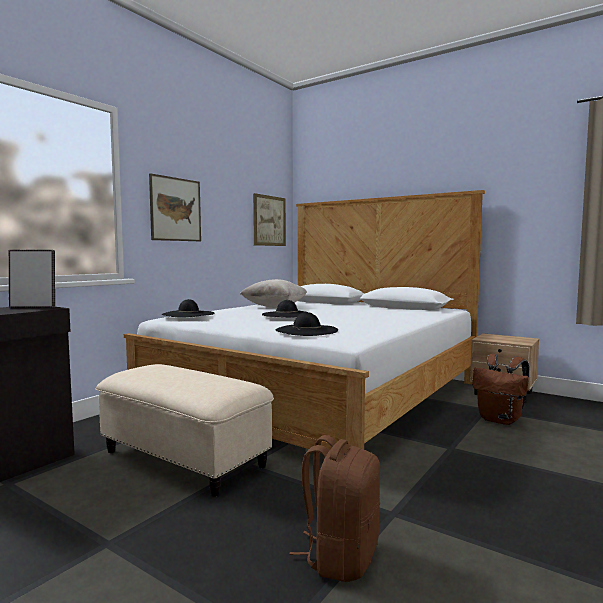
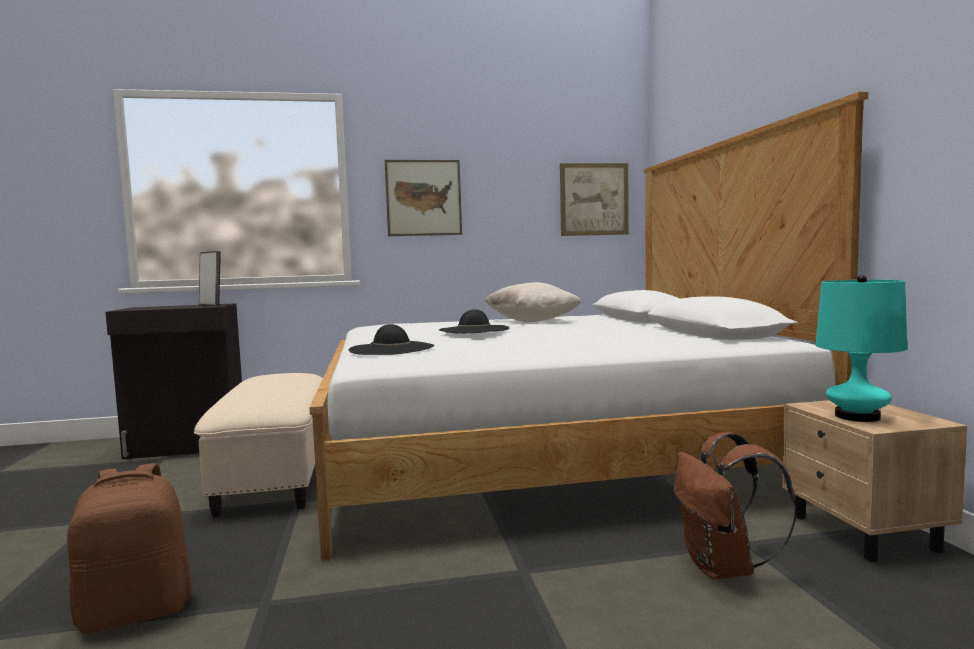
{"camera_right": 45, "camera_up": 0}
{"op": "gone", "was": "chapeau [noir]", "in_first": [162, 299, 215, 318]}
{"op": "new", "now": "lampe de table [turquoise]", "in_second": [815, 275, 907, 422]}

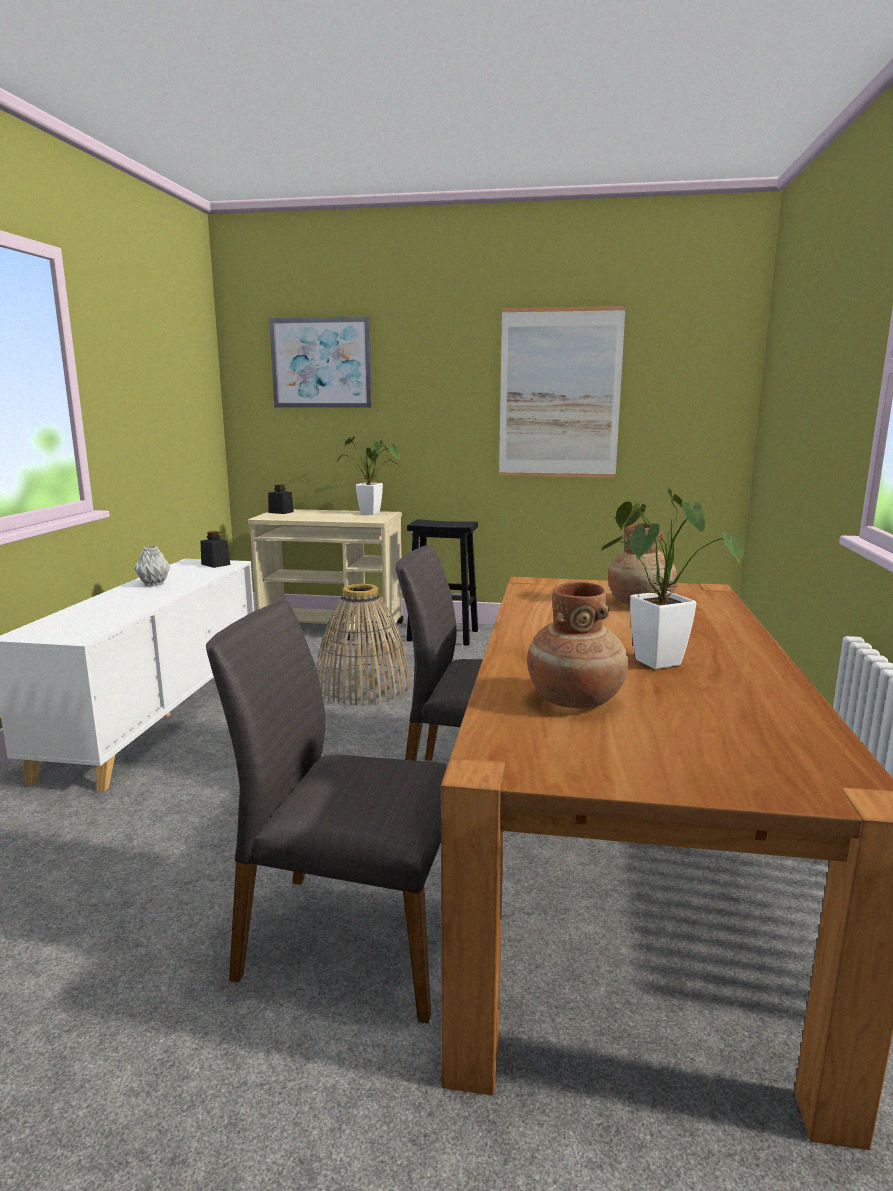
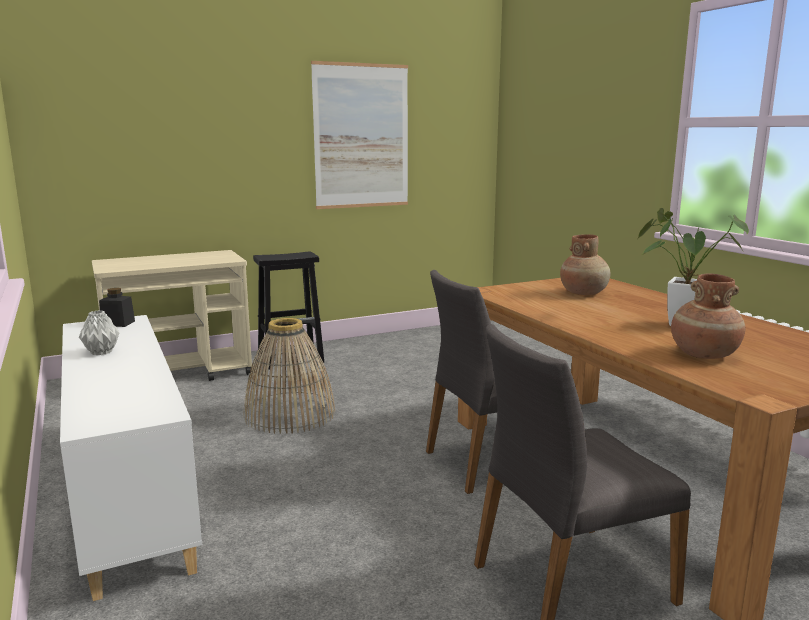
{"camera_right": -35, "camera_up": 0}
{"op": "gone", "was": "bocal [noir]", "in_first": [268, 484, 294, 514]}
{"op": "gone", "was": "tableau", "in_first": [269, 316, 372, 408]}
{"op": "gone", "was": "plante en pot", "in_first": [337, 437, 400, 515]}

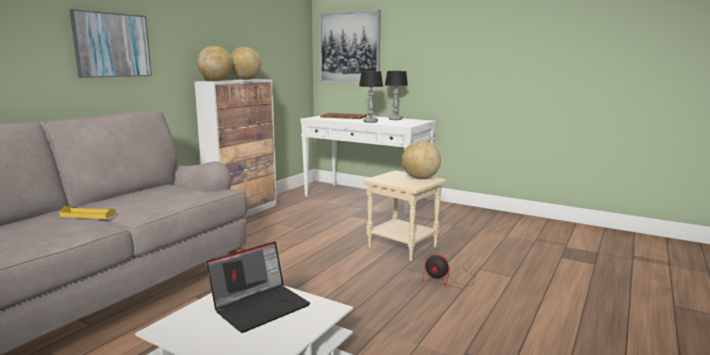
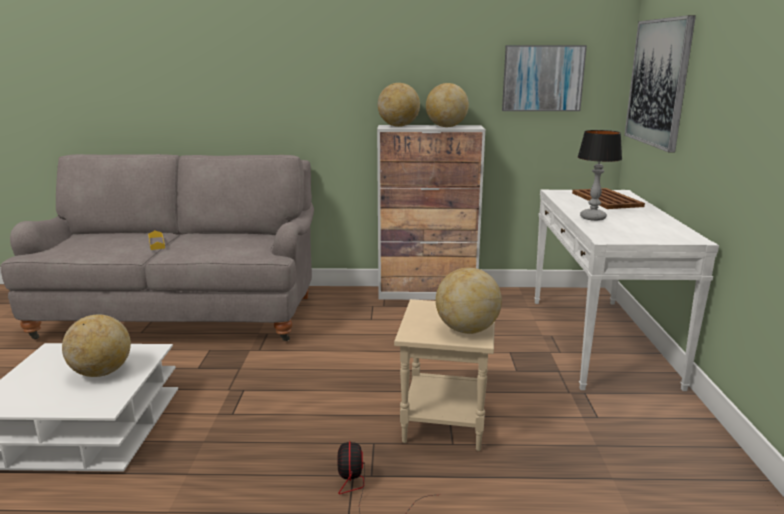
{"camera_right": 60, "camera_up": 5}
{"op": "shifted", "was": "tableau", "in_first": [69, 9, 152, 78], "in_second": [502, 45, 587, 111]}
{"op": "swapped", "was": "ordinateur portable", "now": "globe", "in_first": [206, 242, 310, 333], "in_second": [62, 314, 131, 377]}
{"op": "gone", "was": "lampe de table", "in_first": [385, 71, 408, 120]}

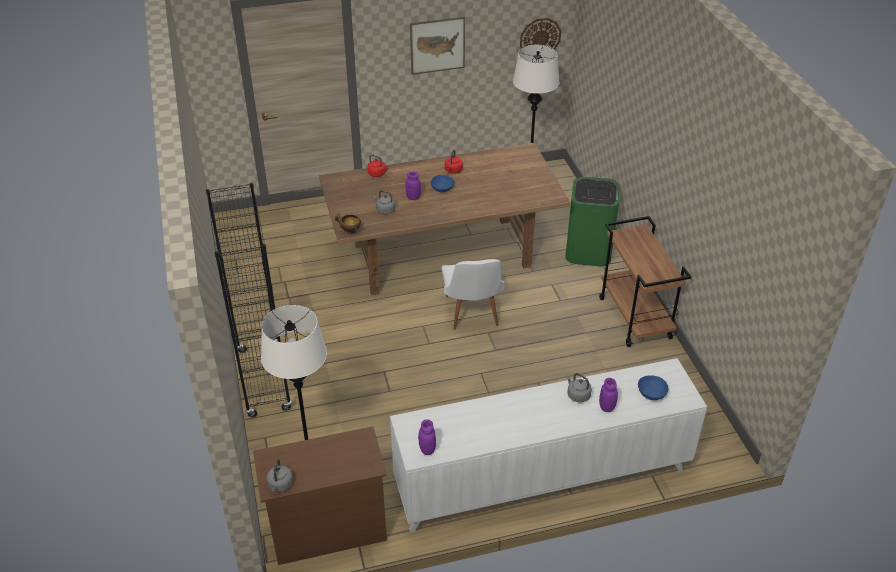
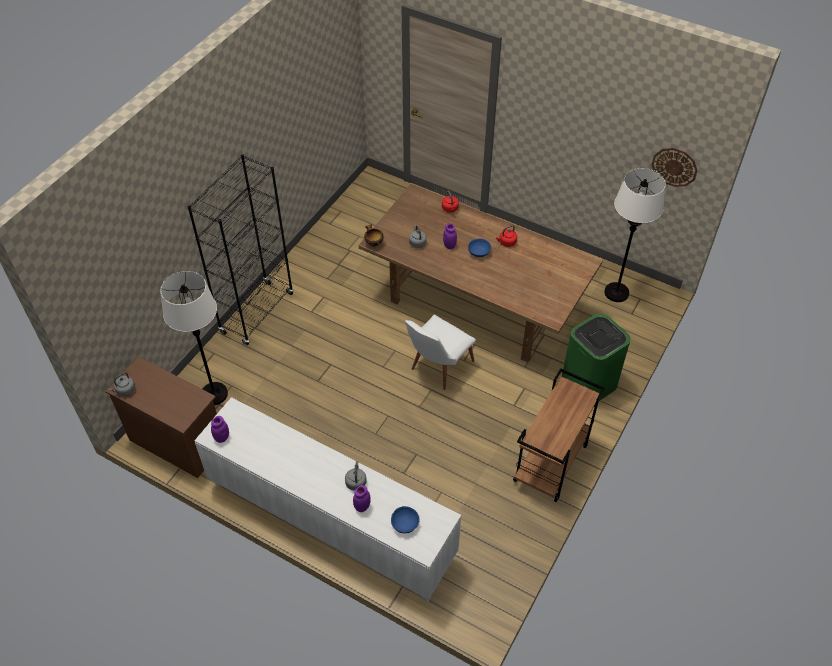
{"camera_right": 45, "camera_up": 10}
{"op": "gone", "was": "tableau", "in_first": [410, 17, 465, 75]}

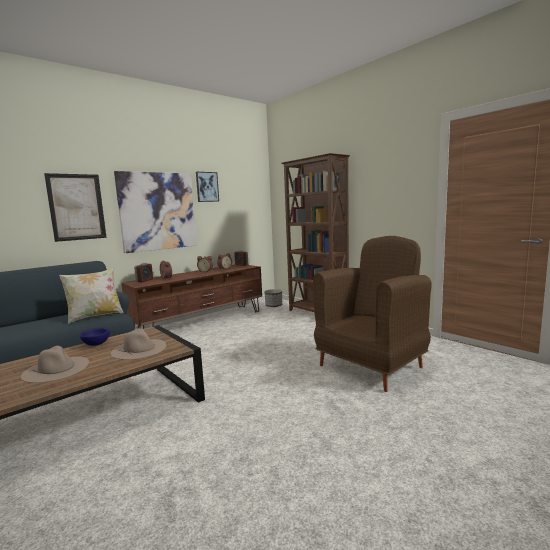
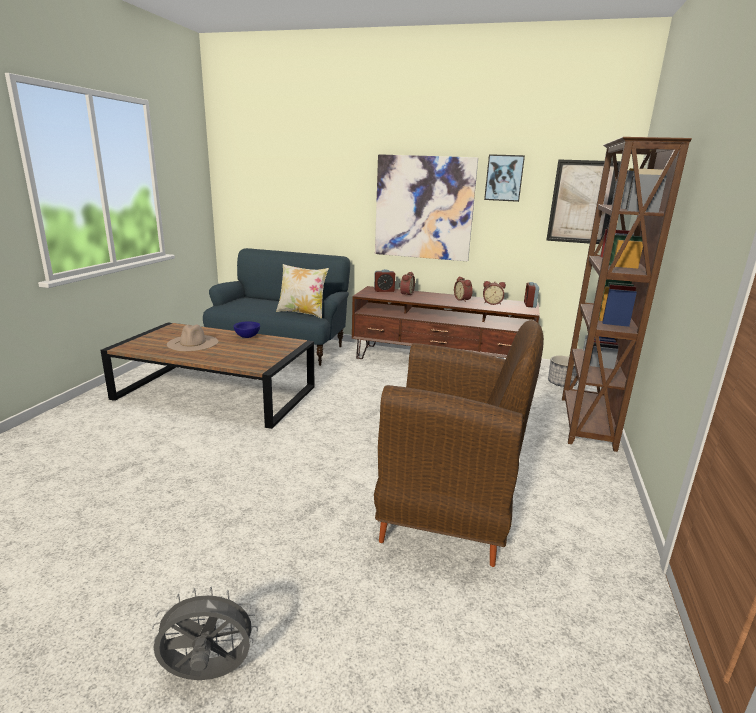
{"camera_right": 55, "camera_up": 10}
{"op": "shifted", "was": "tableau", "in_first": [44, 173, 107, 242], "in_second": [546, 159, 621, 244]}
{"op": "gone", "was": "chapeau [beige]", "in_first": [111, 328, 166, 360]}
{"op": "new", "now": "ventilateur [gris]", "in_second": [152, 587, 258, 680]}

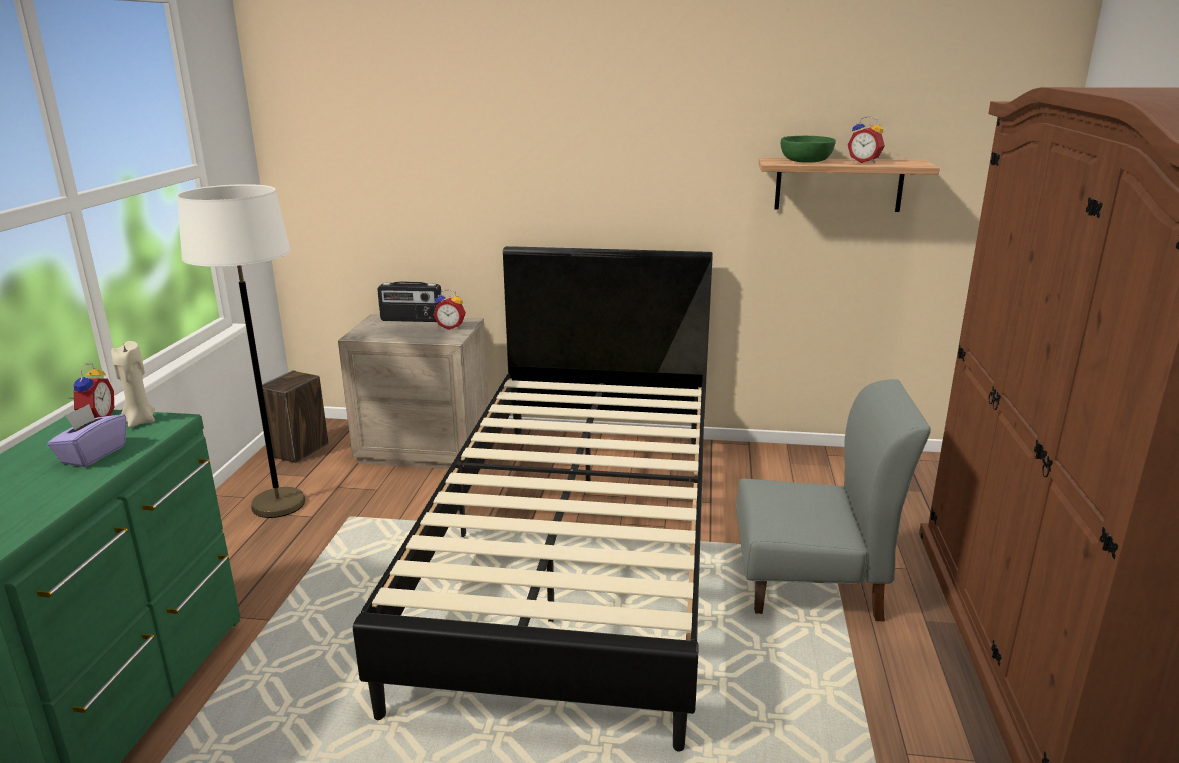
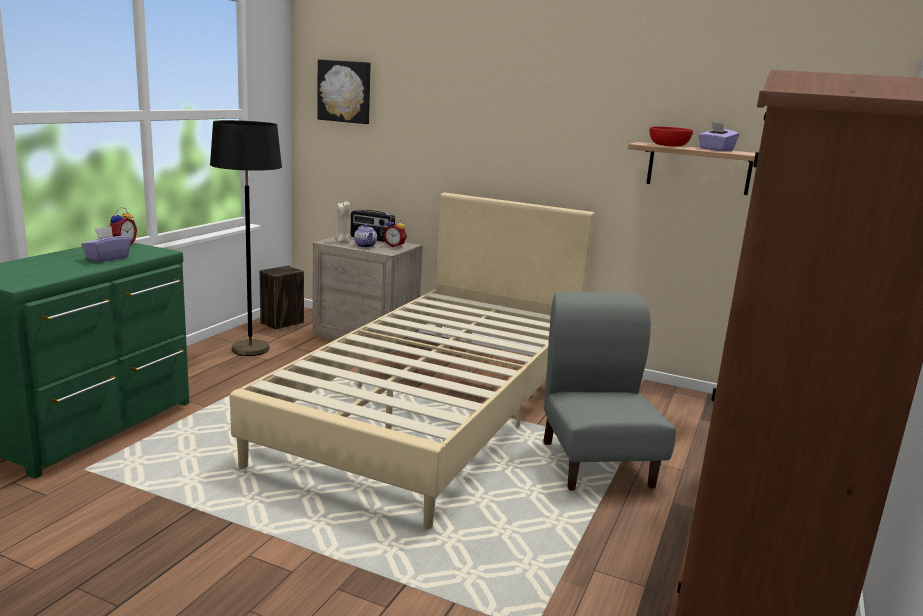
{"camera_right": 15, "camera_up": -5}
{"op": "shifted", "was": "bougie [beige]", "in_first": [111, 341, 155, 428], "in_second": [335, 201, 350, 243]}
{"op": "repainted", "was": "lampadaire [blanc]", "now": "lampadaire [noir]", "in_first": [177, 184, 305, 518], "in_second": [210, 120, 282, 356]}
{"op": "repainted", "was": "lit [noir]", "now": "lit [beige]", "in_first": [353, 246, 713, 752], "in_second": [230, 192, 594, 529]}
{"op": "rotated", "was": "chaise [gris]", "in_first": [736, 379, 931, 621], "in_second": [543, 292, 676, 490], "clockwise": -120}
{"op": "repainted", "was": "bol [vert]", "now": "bol [rouge]", "in_first": [781, 136, 836, 163], "in_second": [650, 126, 693, 146]}
{"op": "swapped", "was": "réveil", "now": "boîte à mouchoirs [violet]", "in_first": [848, 116, 885, 163], "in_second": [698, 122, 739, 151]}
{"op": "new", "now": "tableau", "in_second": [317, 59, 371, 124]}
{"op": "new", "now": "théière", "in_second": [354, 224, 377, 248]}

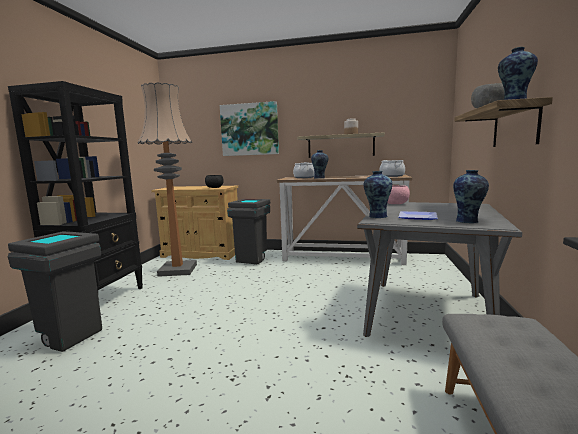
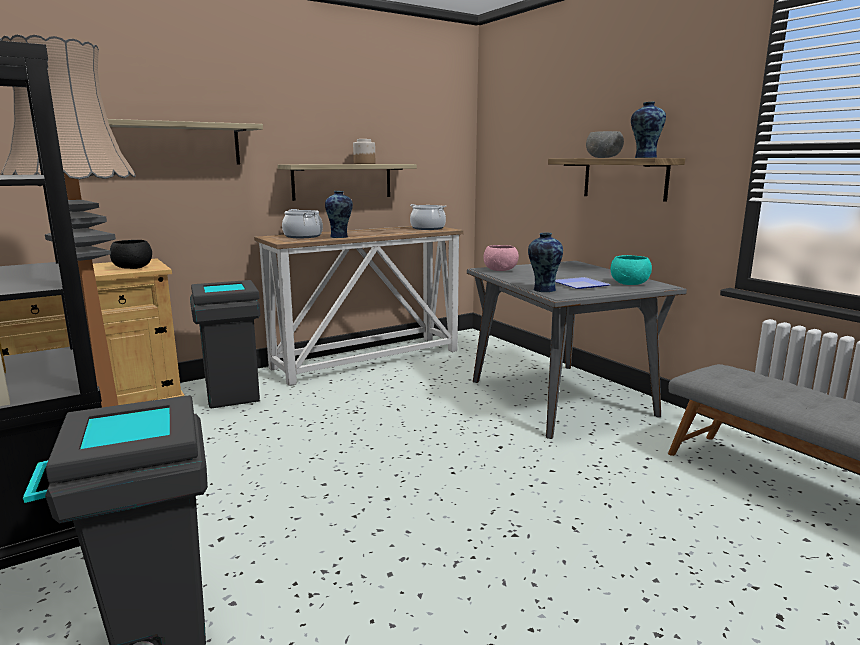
{"camera_right": -45, "camera_up": 5}
{"op": "swapped", "was": "tableau", "now": "étagère", "in_first": [220, 101, 279, 156], "in_second": [108, 119, 263, 164]}
{"op": "swapped", "was": "vase", "now": "bol [turquoise]", "in_first": [453, 170, 489, 223], "in_second": [611, 255, 652, 285]}

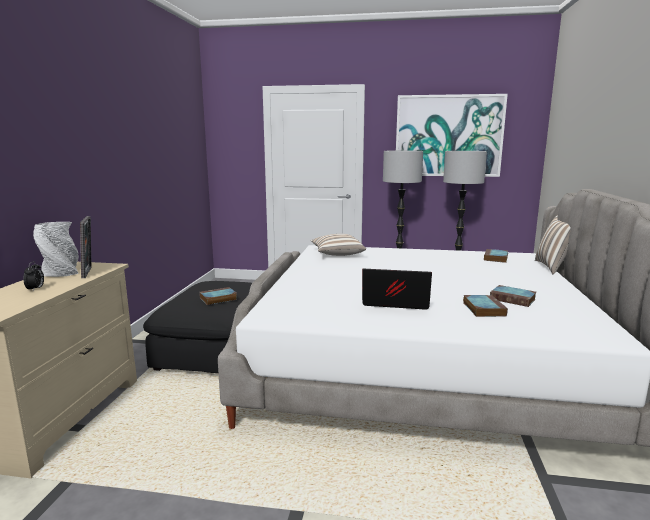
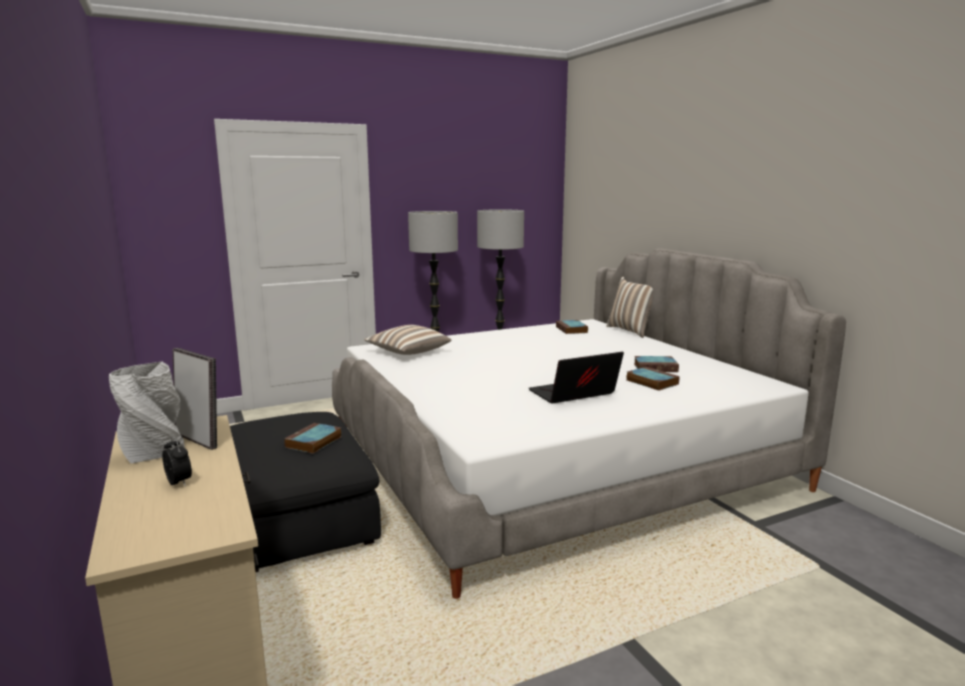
{"camera_right": -35, "camera_up": 0}
{"op": "gone", "was": "tableau", "in_first": [396, 94, 508, 177]}

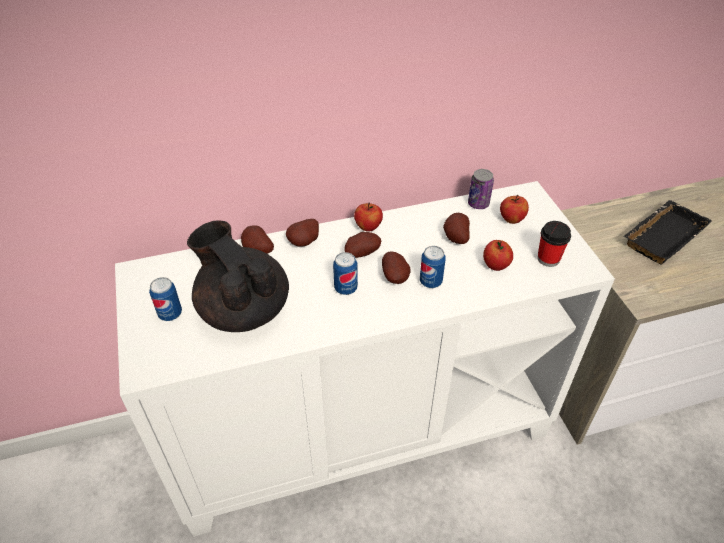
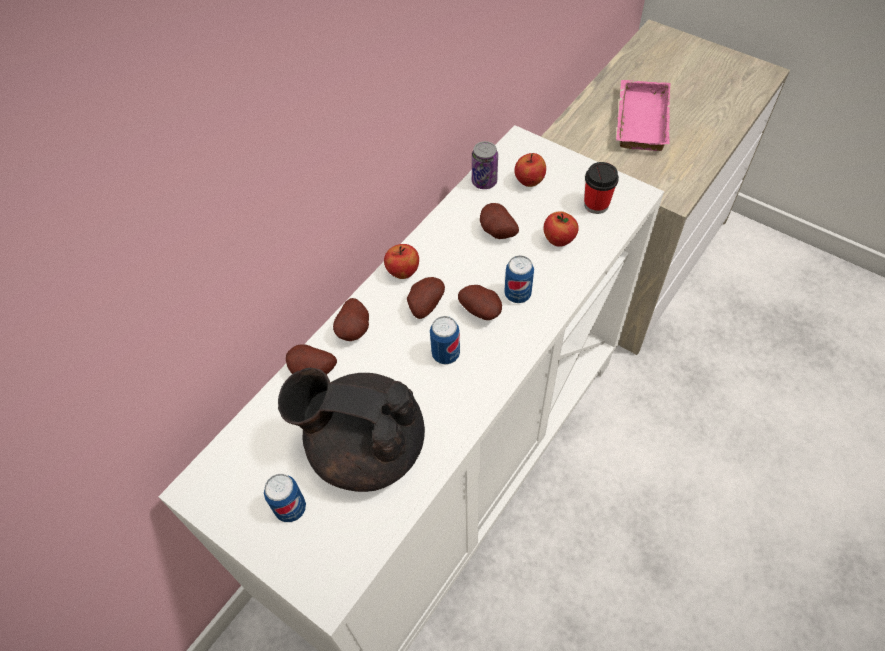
{"camera_right": -35, "camera_up": 10}
{"op": "repainted", "was": "plateau [noir]", "now": "plateau [rose]", "in_first": [624, 200, 712, 265], "in_second": [616, 80, 671, 151]}

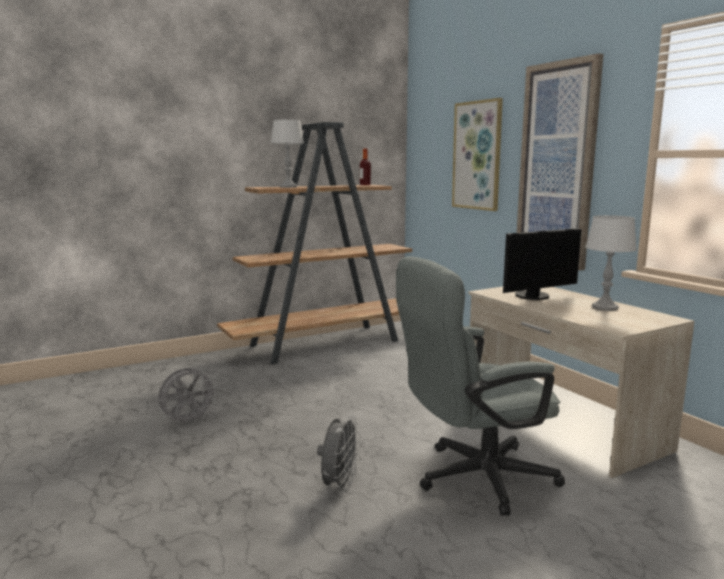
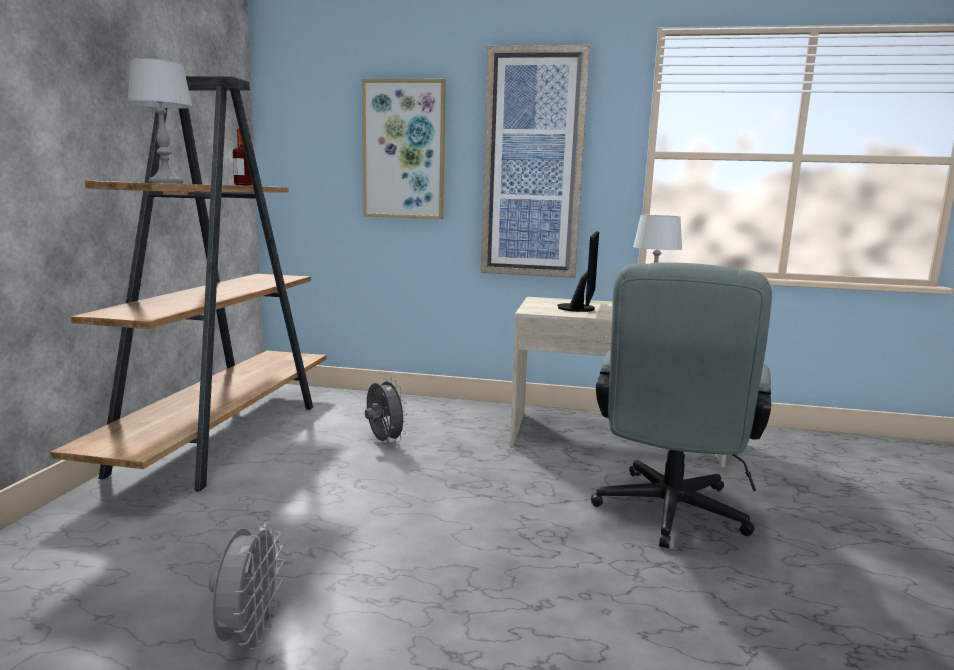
{"camera_right": -50, "camera_up": 0}
{"op": "shifted", "was": "ventilateur [gris]", "in_first": [317, 416, 360, 493], "in_second": [365, 377, 408, 443]}

